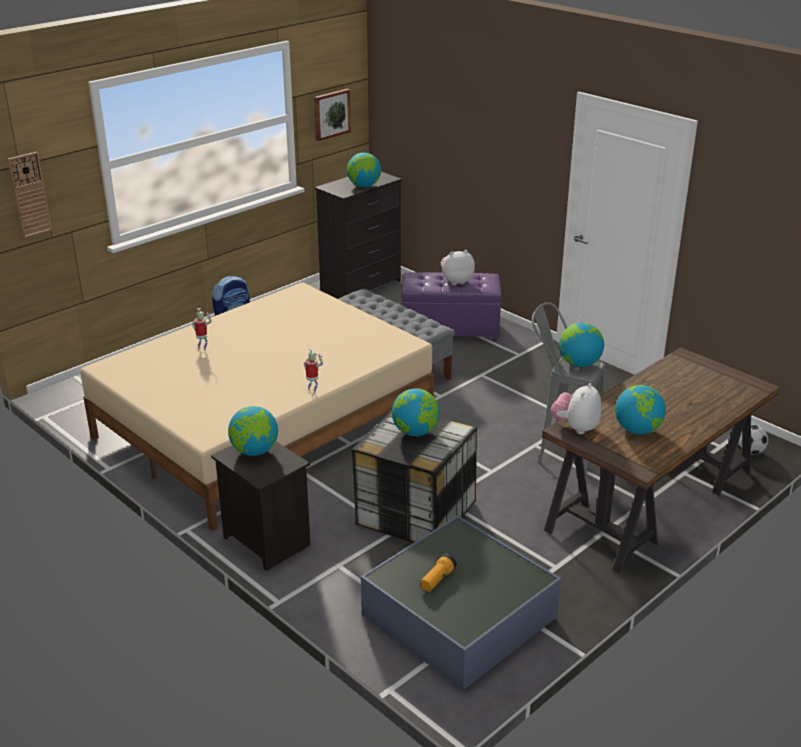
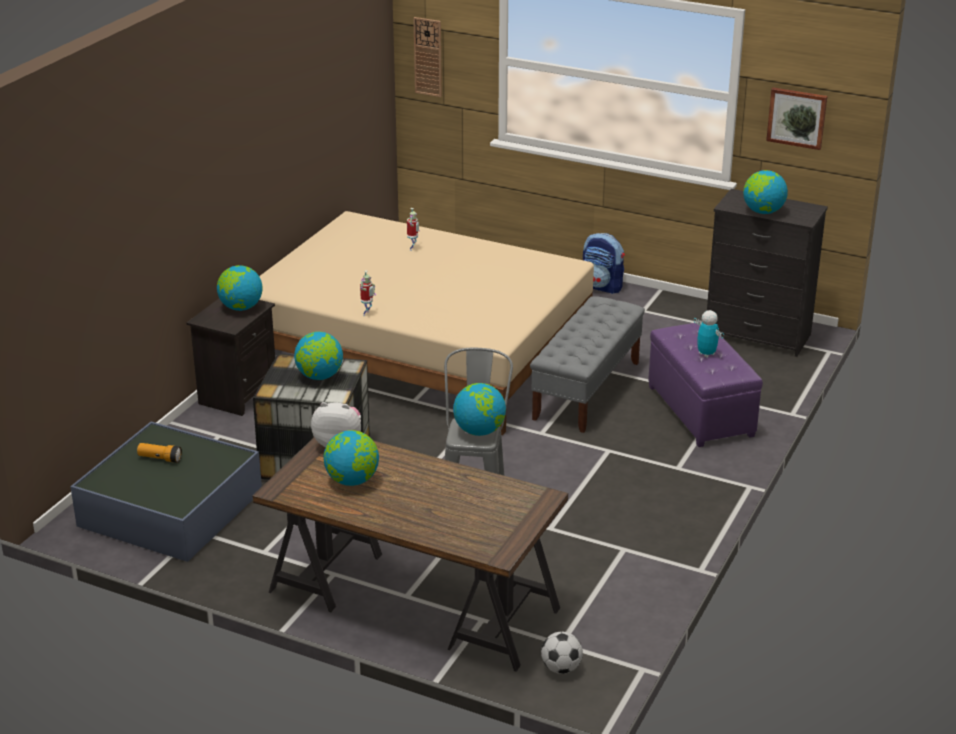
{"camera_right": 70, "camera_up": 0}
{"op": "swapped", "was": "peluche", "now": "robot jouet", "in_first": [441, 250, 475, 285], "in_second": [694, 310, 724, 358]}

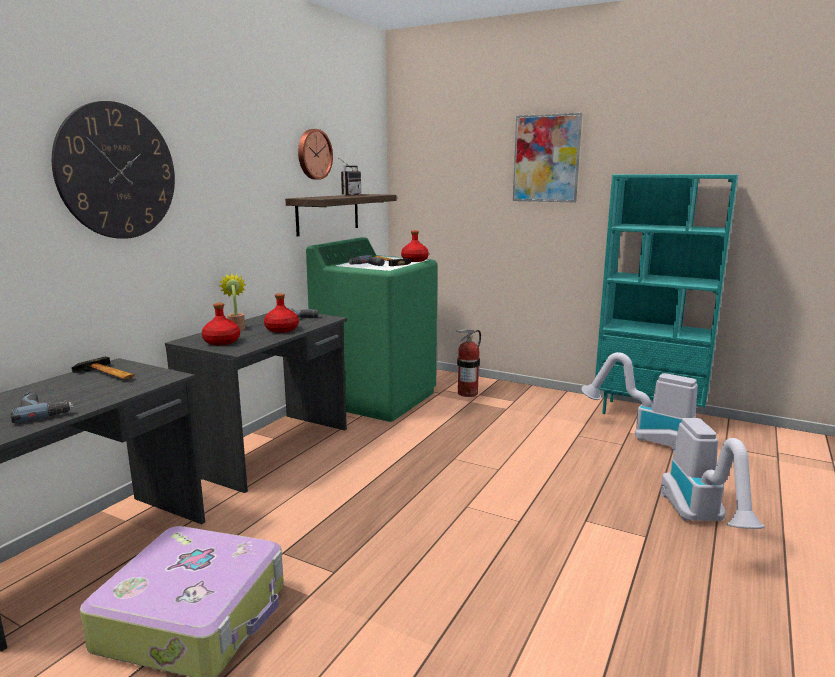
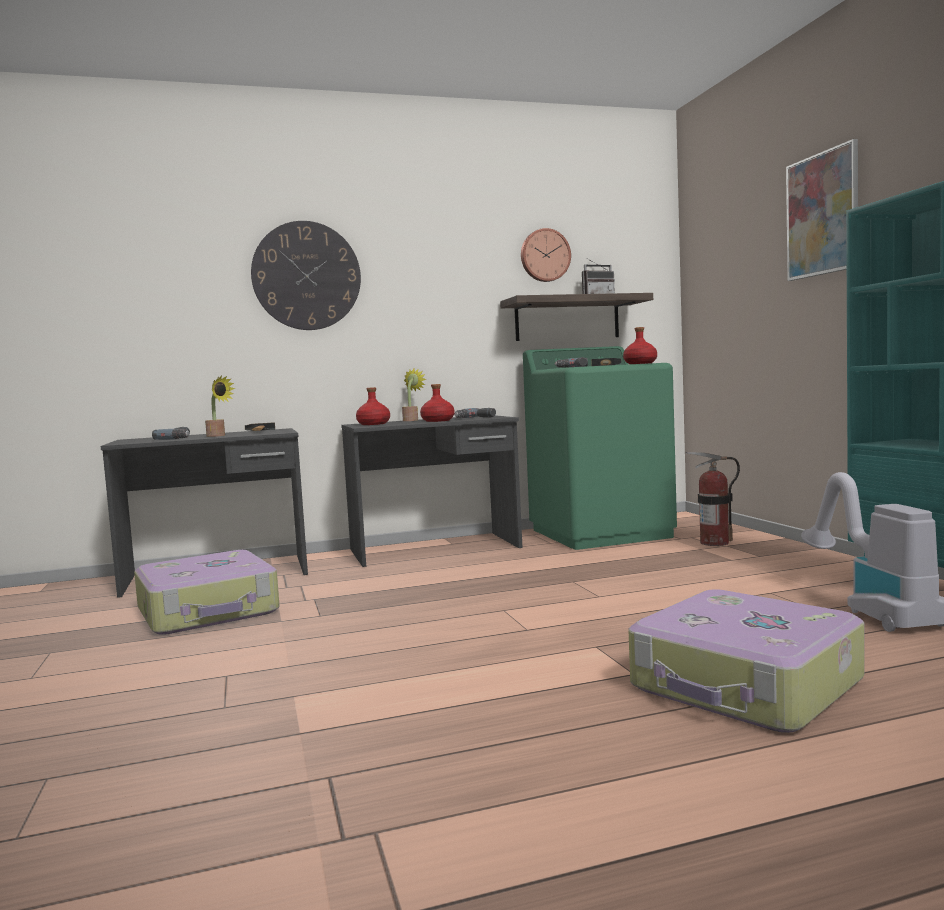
{"camera_right": 45, "camera_up": -10}
{"op": "swapped", "was": "aspirateur", "now": "valise", "in_first": [661, 418, 765, 529], "in_second": [629, 589, 865, 733]}
{"op": "new", "now": "plante en pot", "in_second": [205, 375, 236, 437]}

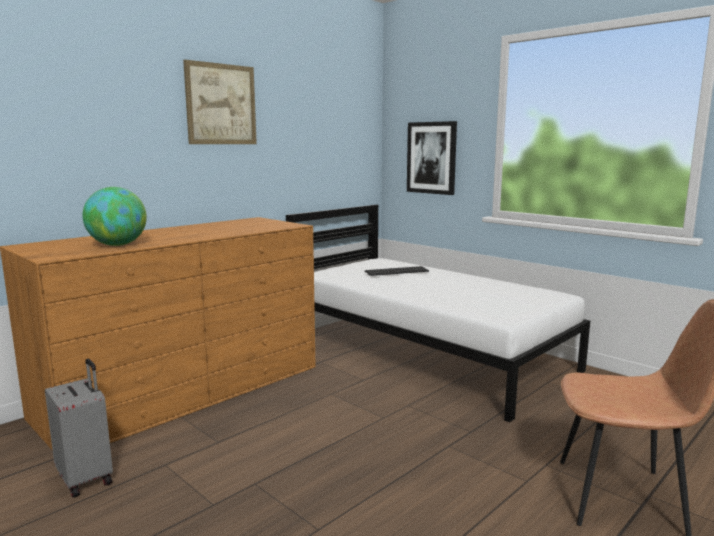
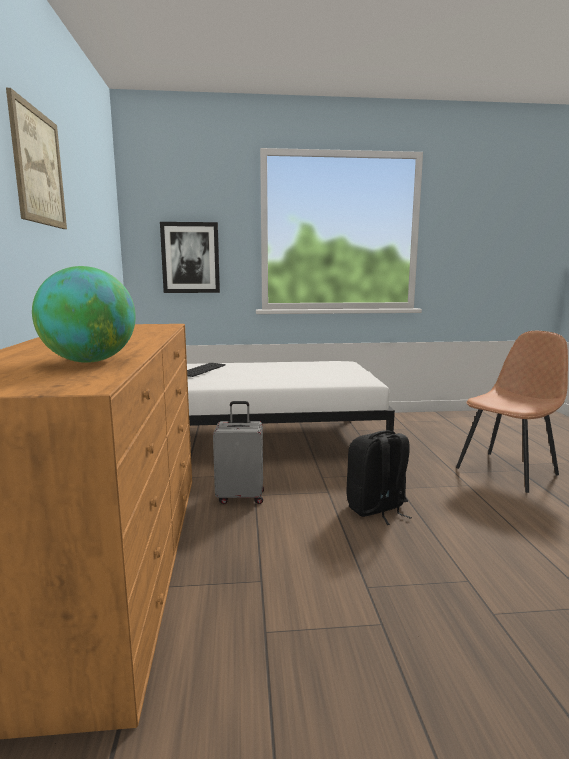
{"camera_right": -50, "camera_up": 0}
{"op": "shifted", "was": "valise [gris]", "in_first": [45, 359, 113, 498], "in_second": [213, 401, 264, 504]}
{"op": "new", "now": "sac à dos [noir]", "in_second": [347, 430, 412, 525]}

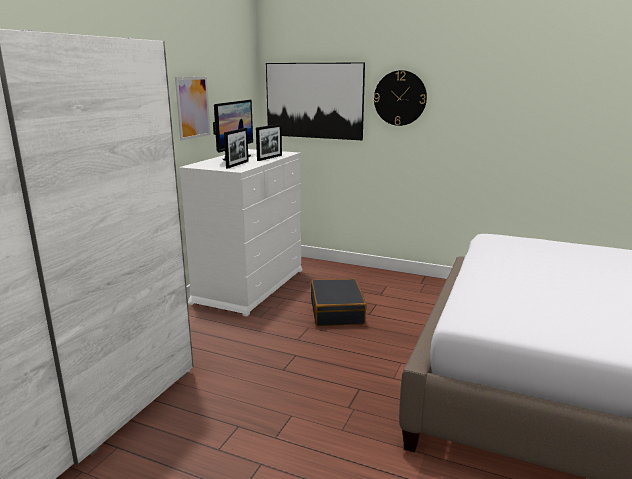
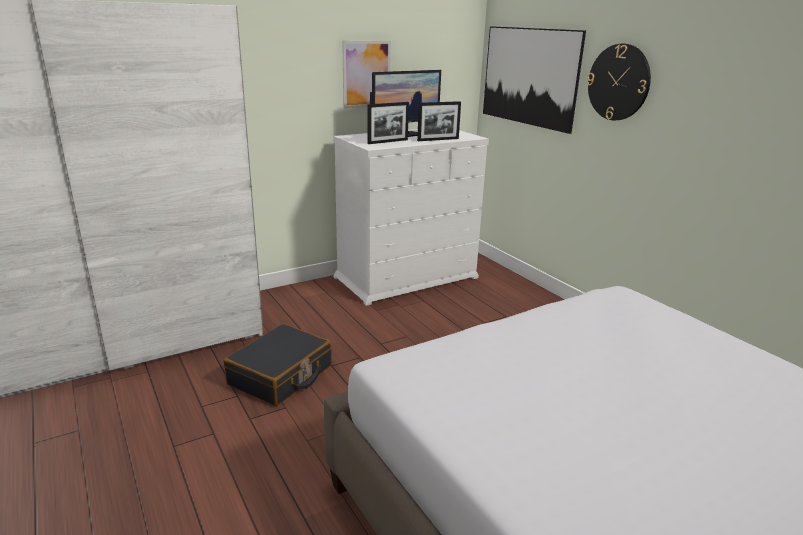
{"camera_right": 35, "camera_up": 5}
{"op": "shifted", "was": "valise [noir]", "in_first": [311, 279, 367, 326], "in_second": [224, 324, 332, 406]}

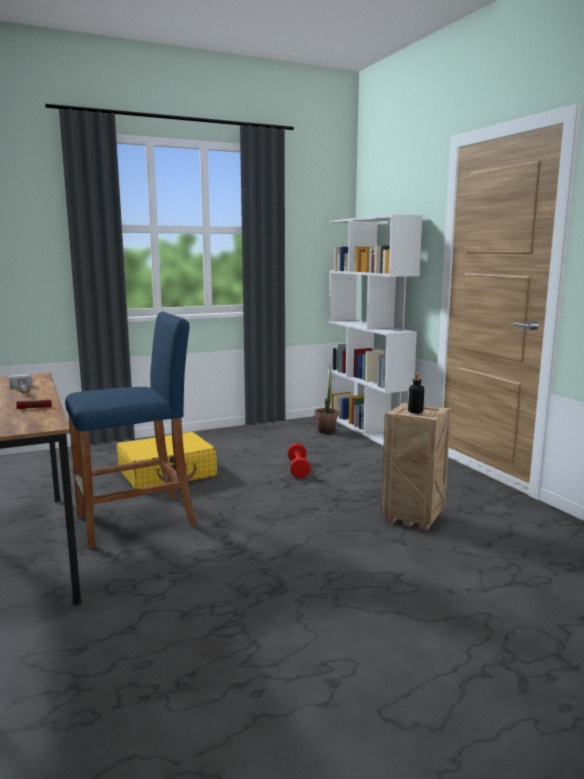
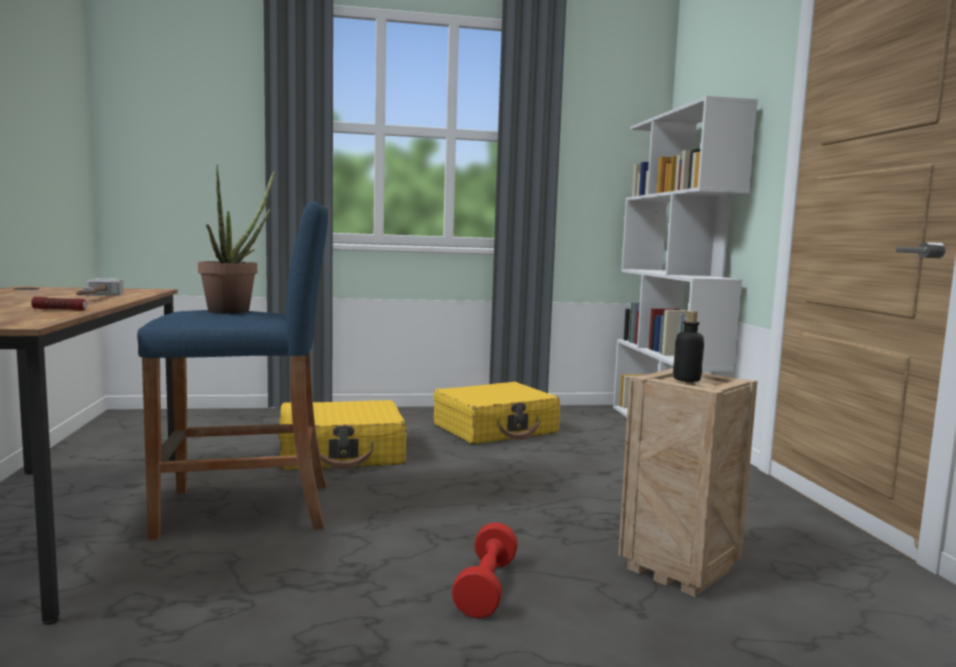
{"camera_right": 15, "camera_up": -5}
{"op": "shifted", "was": "haltère [rouge]", "in_first": [287, 443, 311, 478], "in_second": [452, 523, 518, 618]}
{"op": "shifted", "was": "plante en pot", "in_first": [315, 366, 339, 434], "in_second": [198, 164, 274, 314]}
{"op": "new", "now": "valise [jaune]", "in_second": [434, 382, 560, 444]}

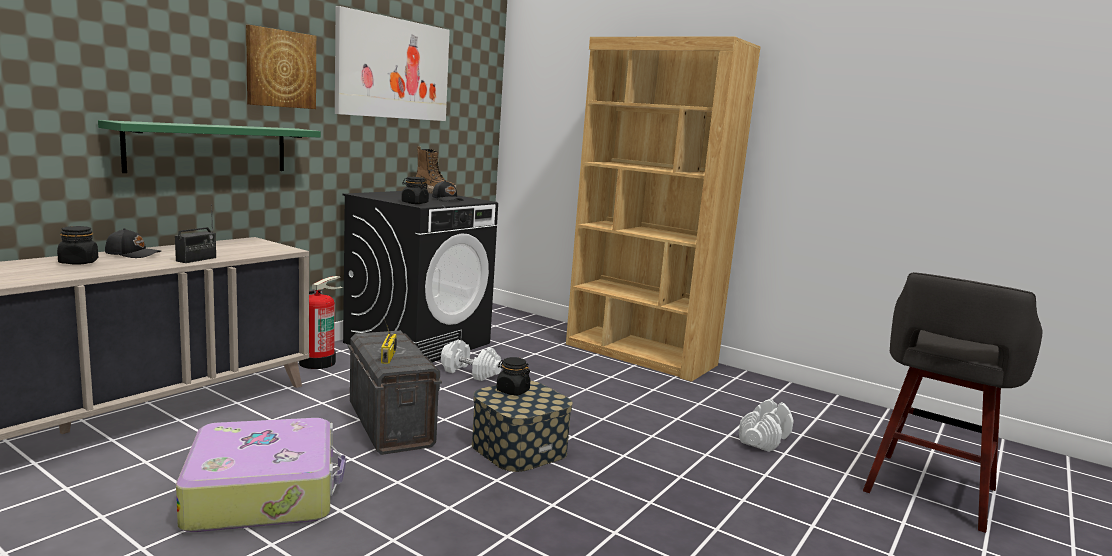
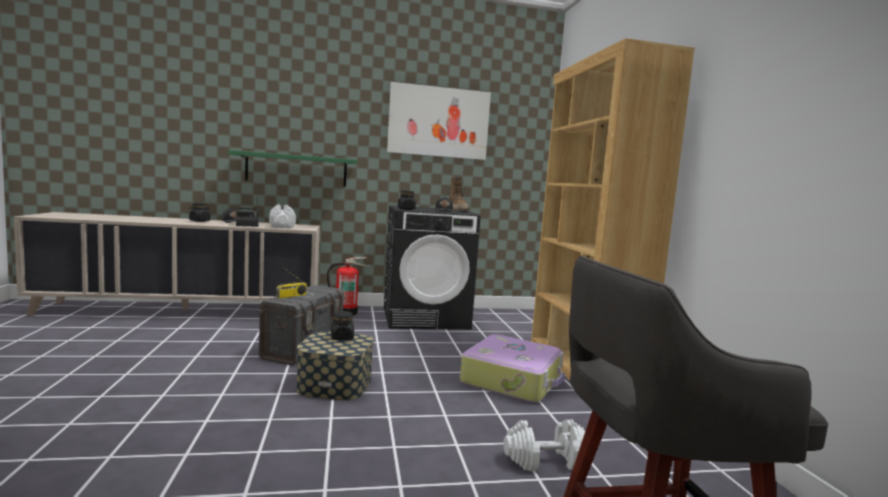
{"camera_right": 45, "camera_up": -5}
{"op": "shifted", "was": "valise", "in_first": [176, 418, 346, 532], "in_second": [460, 334, 565, 403]}
{"op": "gone", "was": "tableau", "in_first": [246, 25, 316, 109]}
{"op": "shifted", "was": "haltère [blanc]", "in_first": [441, 340, 502, 381], "in_second": [269, 204, 296, 228]}

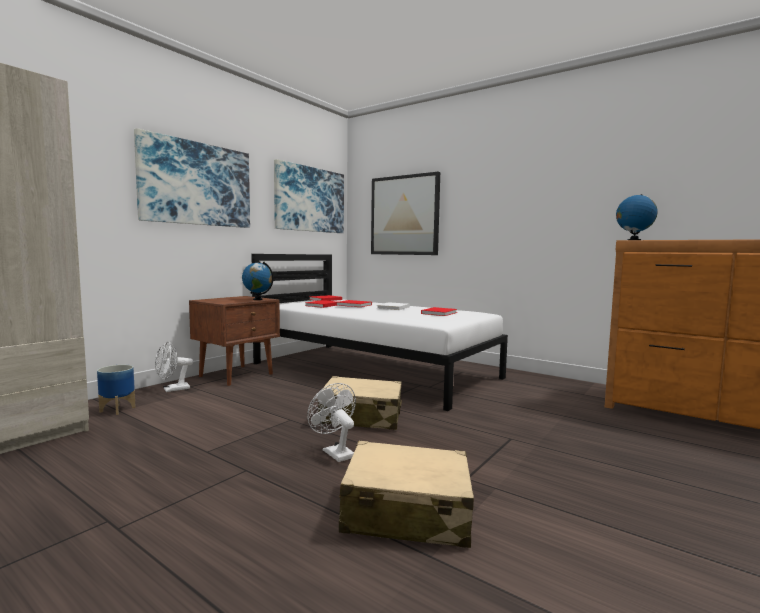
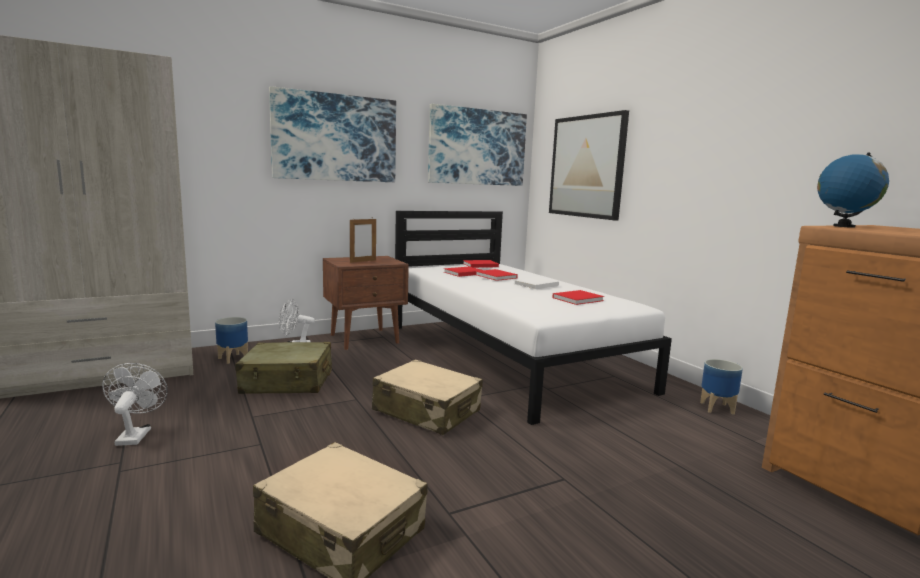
{"camera_right": 25, "camera_up": 5}
{"op": "gone", "was": "globe", "in_first": [242, 261, 274, 300]}
{"op": "shifted", "was": "ventilateur [blanc]", "in_first": [307, 383, 356, 462], "in_second": [102, 363, 167, 446]}
{"op": "new", "now": "valise [beige]", "in_second": [235, 342, 332, 394]}
{"op": "new", "now": "cadre photo", "in_second": [350, 218, 376, 263]}
{"op": "new", "now": "cache-pot", "in_second": [700, 359, 743, 415]}

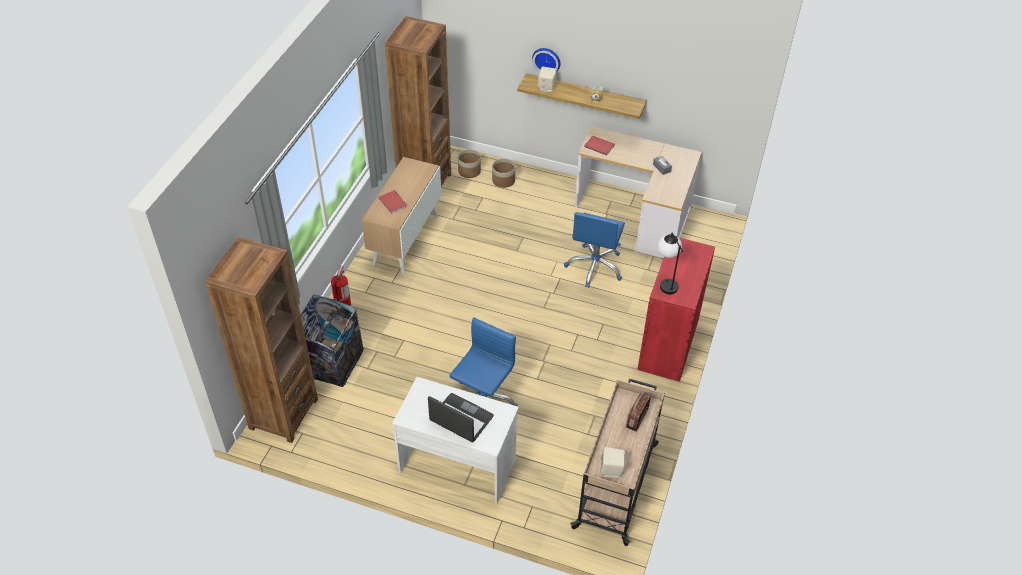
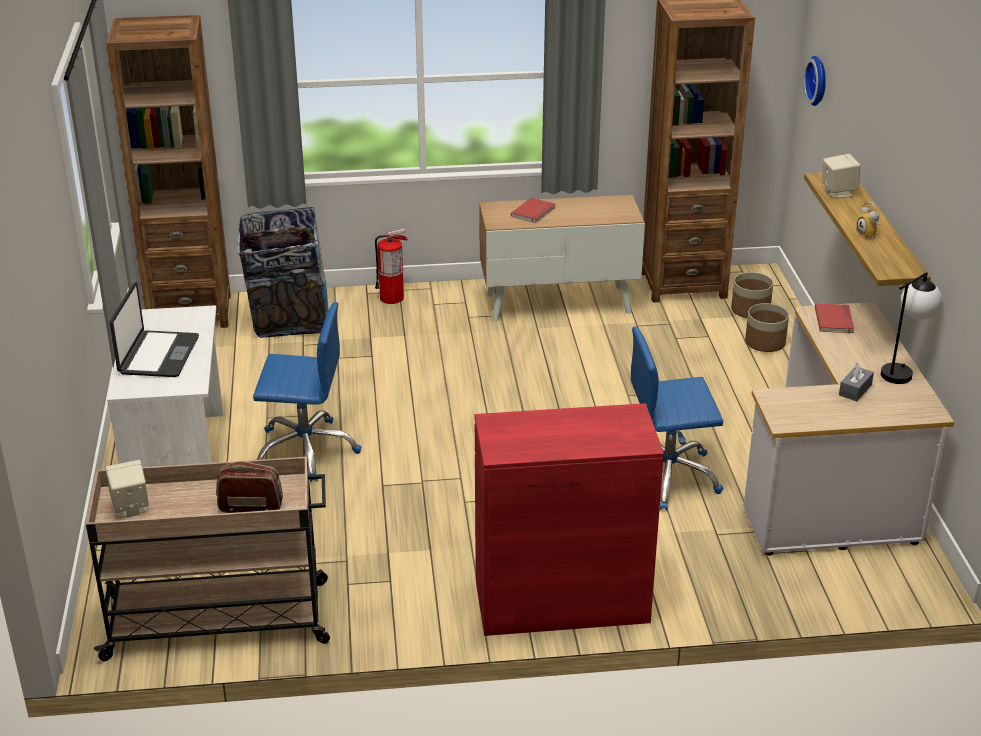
{"camera_right": 65, "camera_up": -15}
{"op": "shifted", "was": "horloge murale", "in_first": [532, 48, 560, 72], "in_second": [803, 56, 826, 106]}
{"op": "shifted", "was": "lampe de table", "in_first": [658, 232, 683, 294], "in_second": [881, 272, 942, 384]}

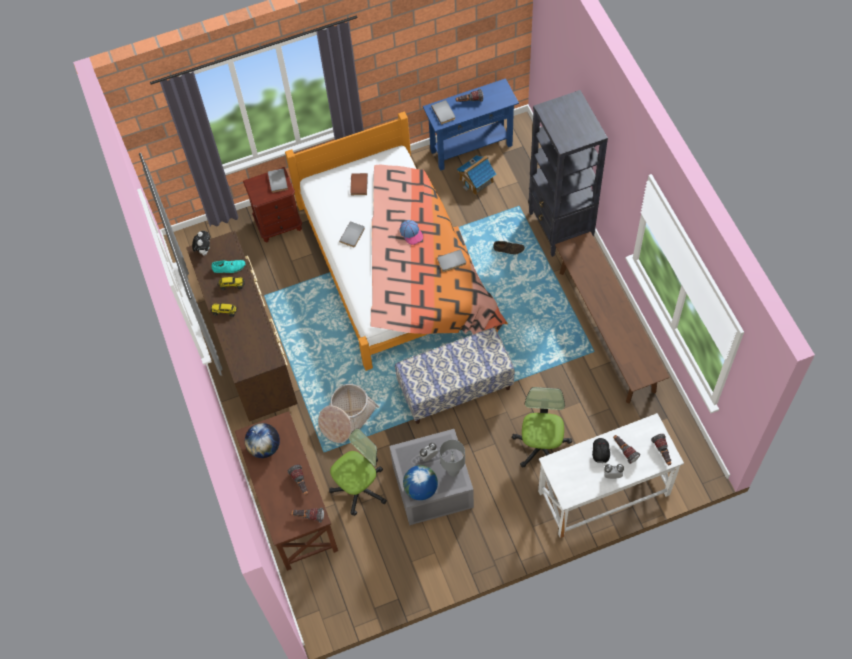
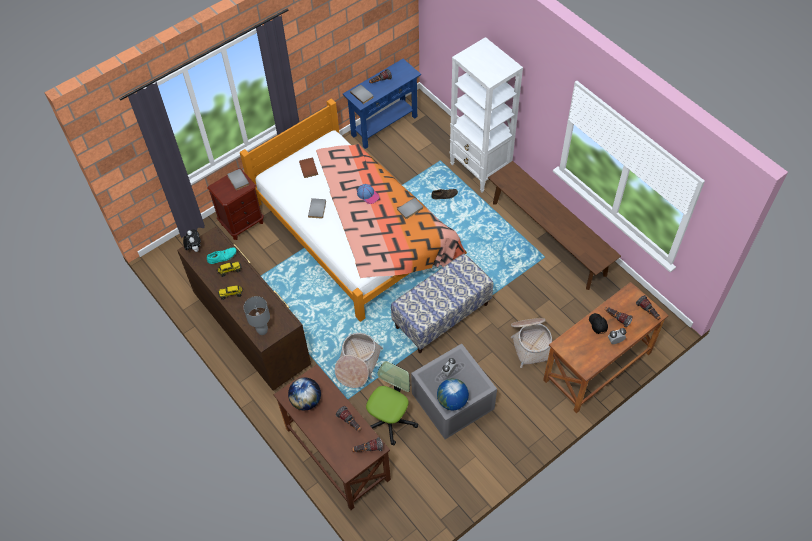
{"camera_right": -20, "camera_up": -5}
{"op": "shifted", "was": "lampe de table [gris]", "in_first": [440, 440, 465, 476], "in_second": [244, 296, 270, 335]}
{"op": "gone", "was": "maison miniature", "in_first": [457, 155, 496, 195]}
{"op": "swapped", "was": "chaise de bureau", "now": "panier", "in_first": [512, 387, 572, 468], "in_second": [511, 318, 555, 368]}
{"op": "repainted", "was": "bibliothèque [noir]", "now": "bibliothèque [blanc]", "in_first": [528, 90, 608, 257], "in_second": [449, 37, 523, 192]}
{"op": "repainted", "was": "bureau [blanc]", "now": "bureau [marron]", "in_first": [538, 413, 684, 538], "in_second": [543, 282, 669, 413]}

